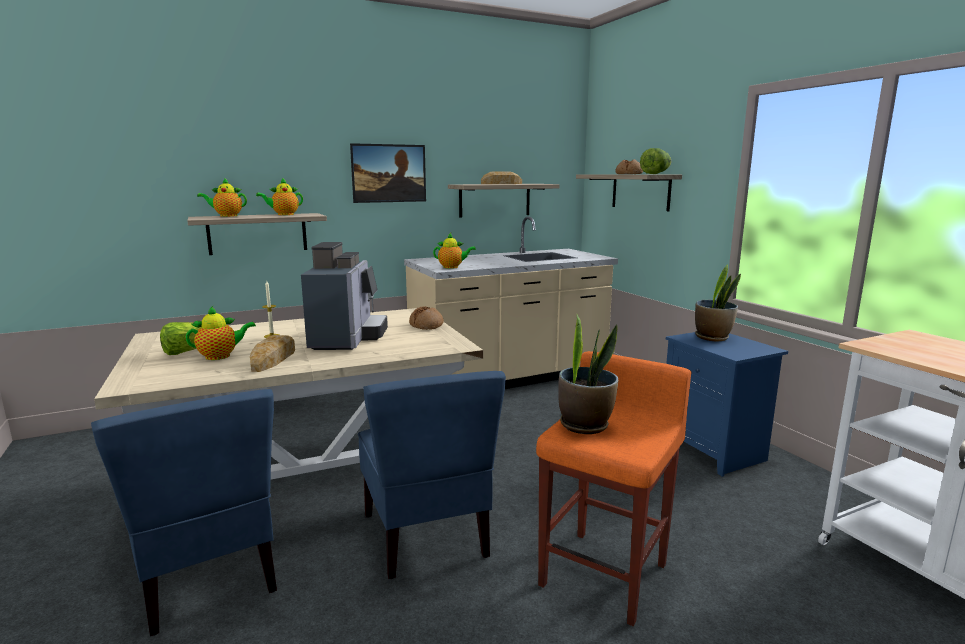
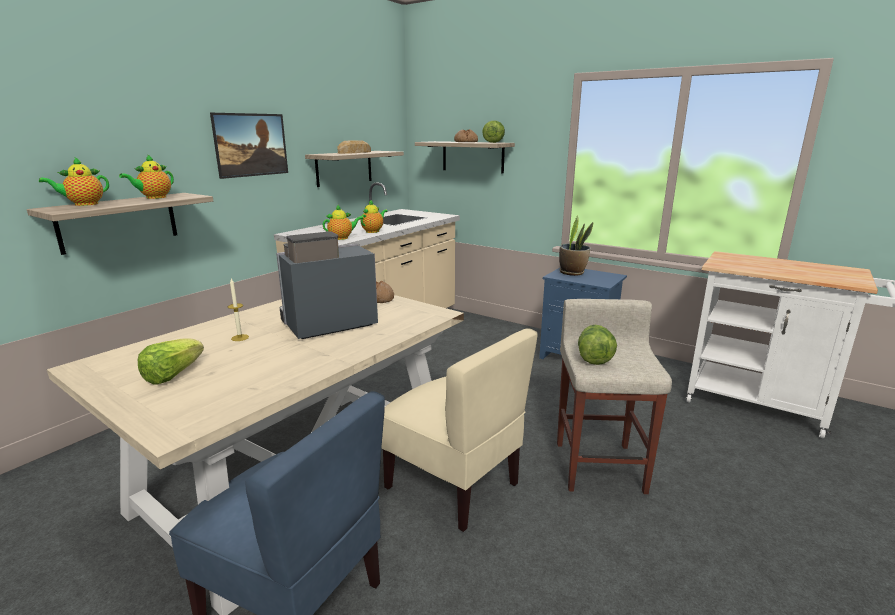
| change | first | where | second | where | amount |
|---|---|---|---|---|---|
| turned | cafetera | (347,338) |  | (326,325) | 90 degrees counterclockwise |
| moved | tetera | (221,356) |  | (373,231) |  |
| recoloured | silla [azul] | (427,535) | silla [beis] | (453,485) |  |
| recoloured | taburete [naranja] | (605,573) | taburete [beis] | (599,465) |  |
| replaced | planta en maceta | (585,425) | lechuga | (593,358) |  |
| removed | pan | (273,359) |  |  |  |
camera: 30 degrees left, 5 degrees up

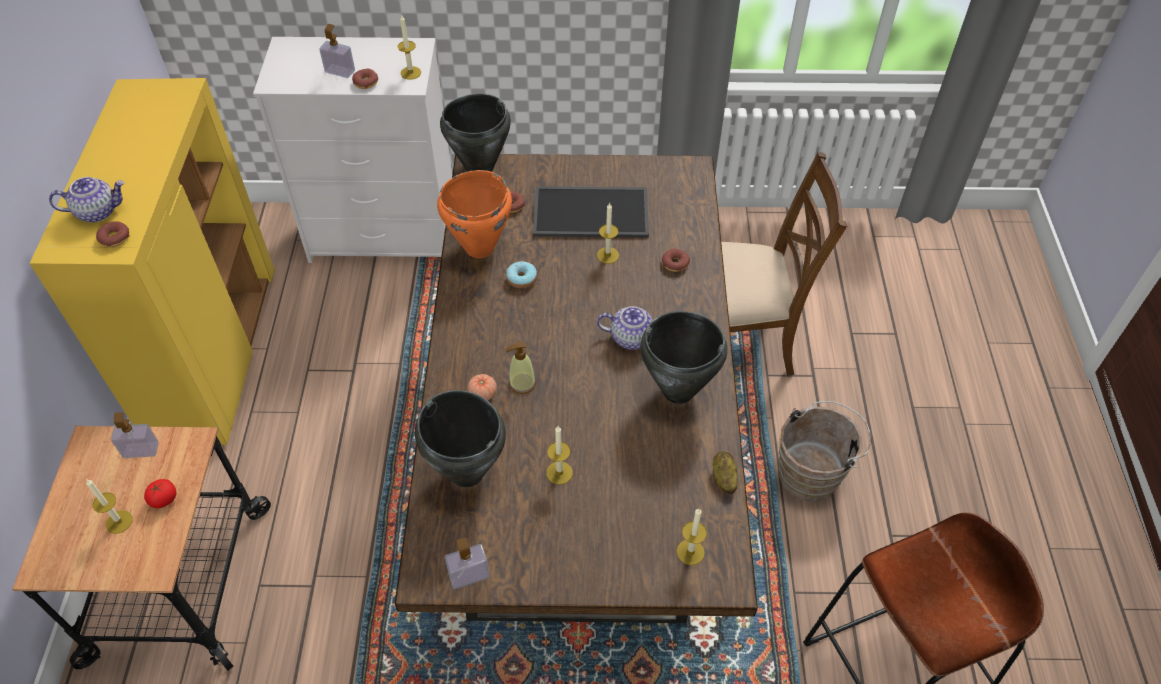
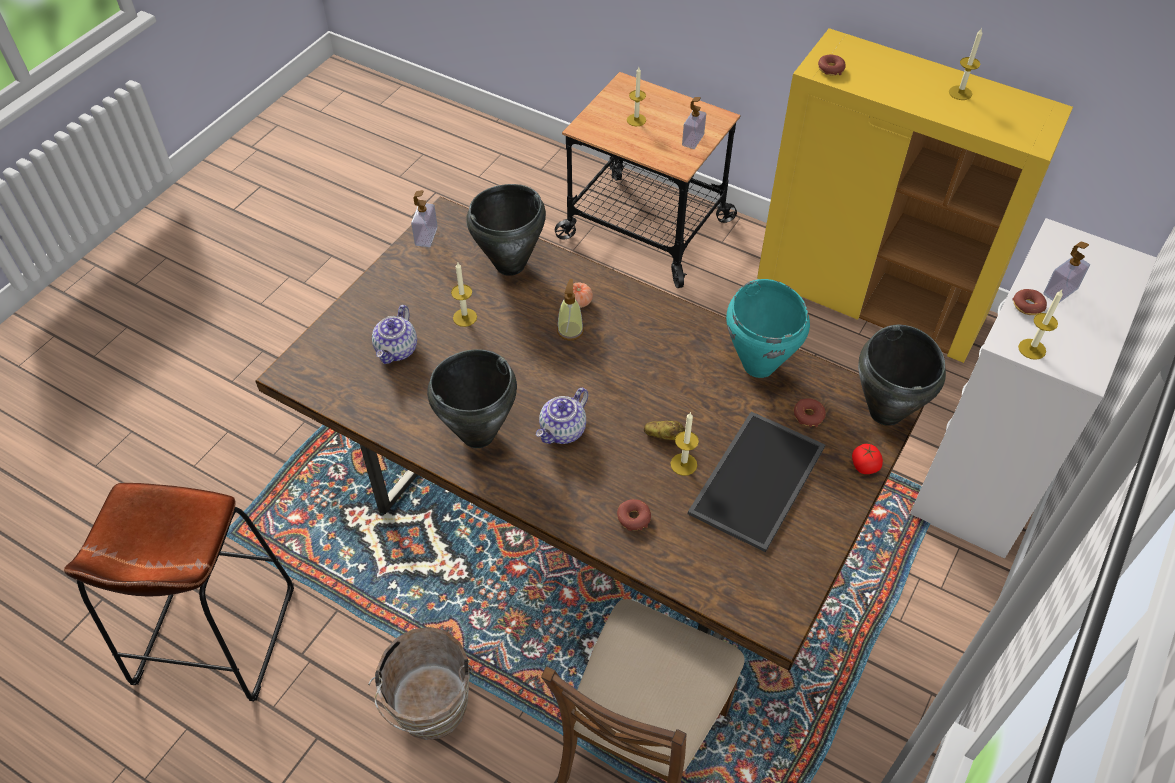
| change | first | where | second | where | amount |
|---|---|---|---|---|---|
| moved | tetera | (98,211) |  | (397,350) |  |
| moved | patata | (723,478) |  | (664,436) |  |
| recoloured | olla [naranja] | (478,248) | olla [turquesa] | (759,365) |  |
| moved | tomate | (164,499) |  | (864,466) |  |
| moved | vela | (690,552) |  | (960,93) |  |
| removed | rosquilla | (521,279) |  |  |  |
camera: 120 degrees right, 0 degrees up

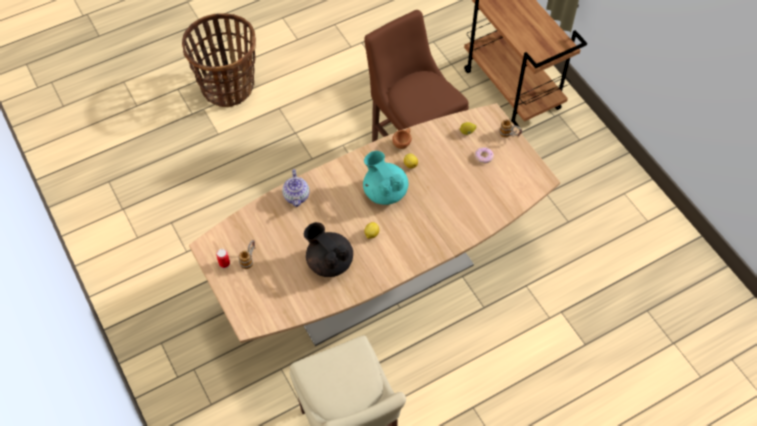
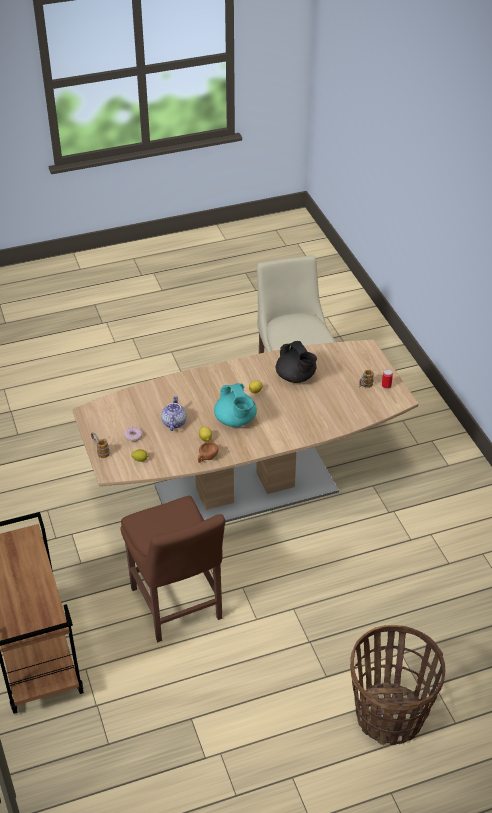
| change | first | where | second | where | amount |
|---|---|---|---|---|---|
| moved | tetera | (297,196) |  | (173,422) |  |
camera: 170 degrees left, 15 degrees down

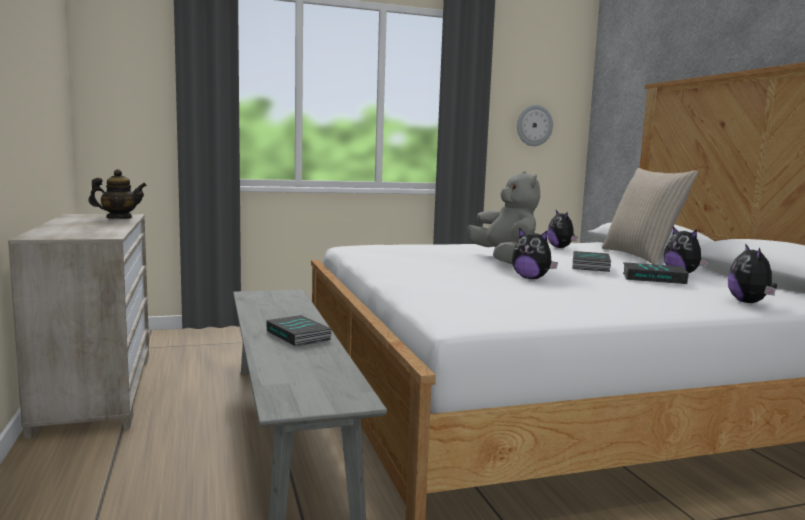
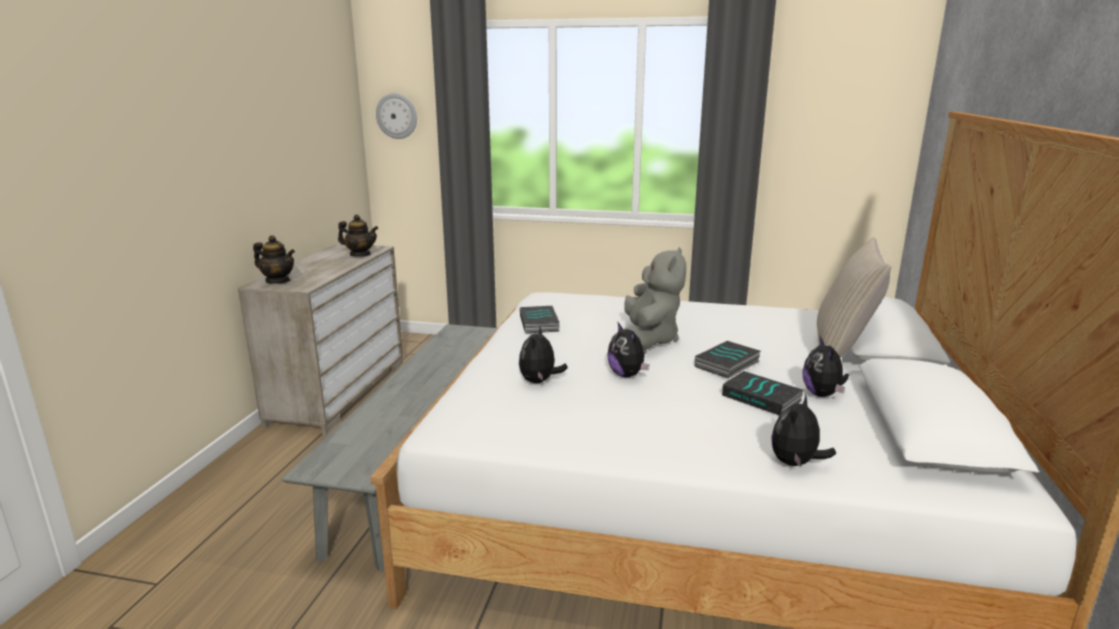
| change | first | where | second | where | amount |
|---|---|---|---|---|---|
| added |  |  | tetera | (278,281) |  |
| moved | reloj de pared | (534,125) |  | (397,116) |  |
| moved | peluche | (561,248) |  | (539,381) |  |
| moved | libro | (299,335) |  | (540,324) |  |
camera: 30 degrees right, 10 degrees up

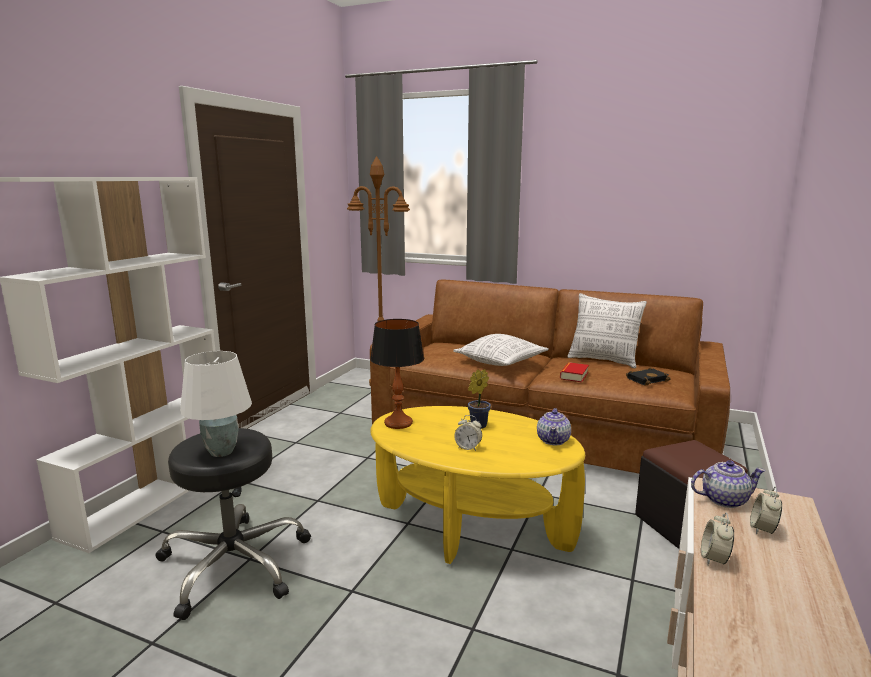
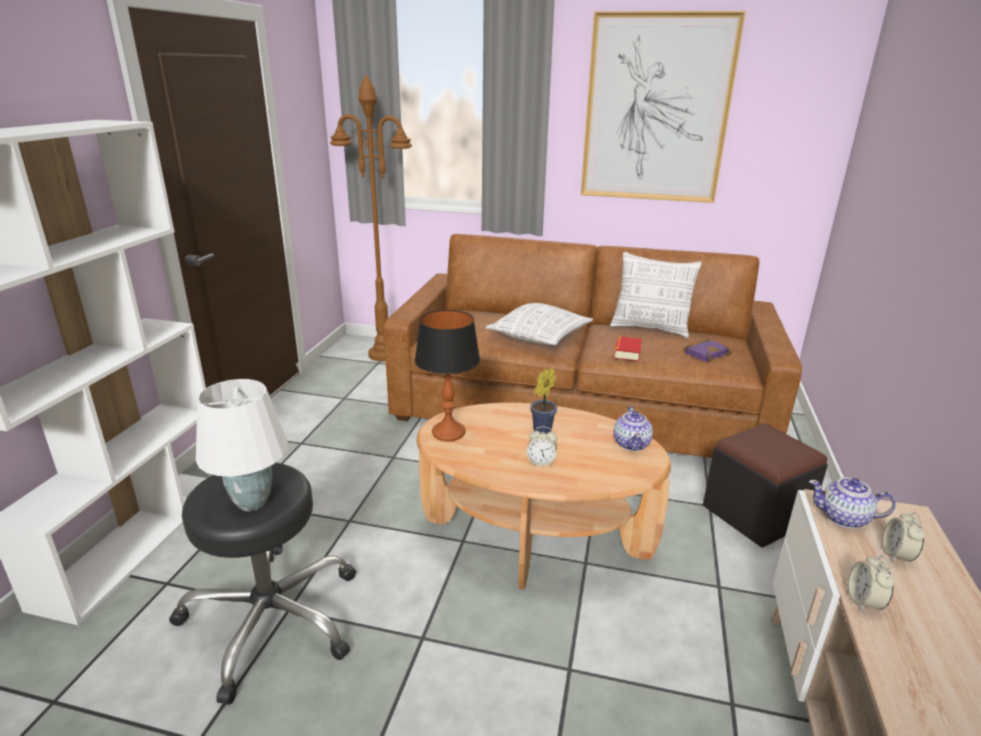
| change | first | where | second | where | amount |
|---|---|---|---|---|---|
| recoloured | mesa de centro [amarillo] | (471,527) | mesa de centro [marrón] | (535,539) |  |
| added |  |  | cuadro | (656,110) |  |
| recoloured | libro [negro] | (647,379) | libro [morado] | (706,353) |  |
| turned | tetera | (723,499) |  | (844,518) | 150 degrees counterclockwise |
camera: 10 degrees left, 10 degrees up

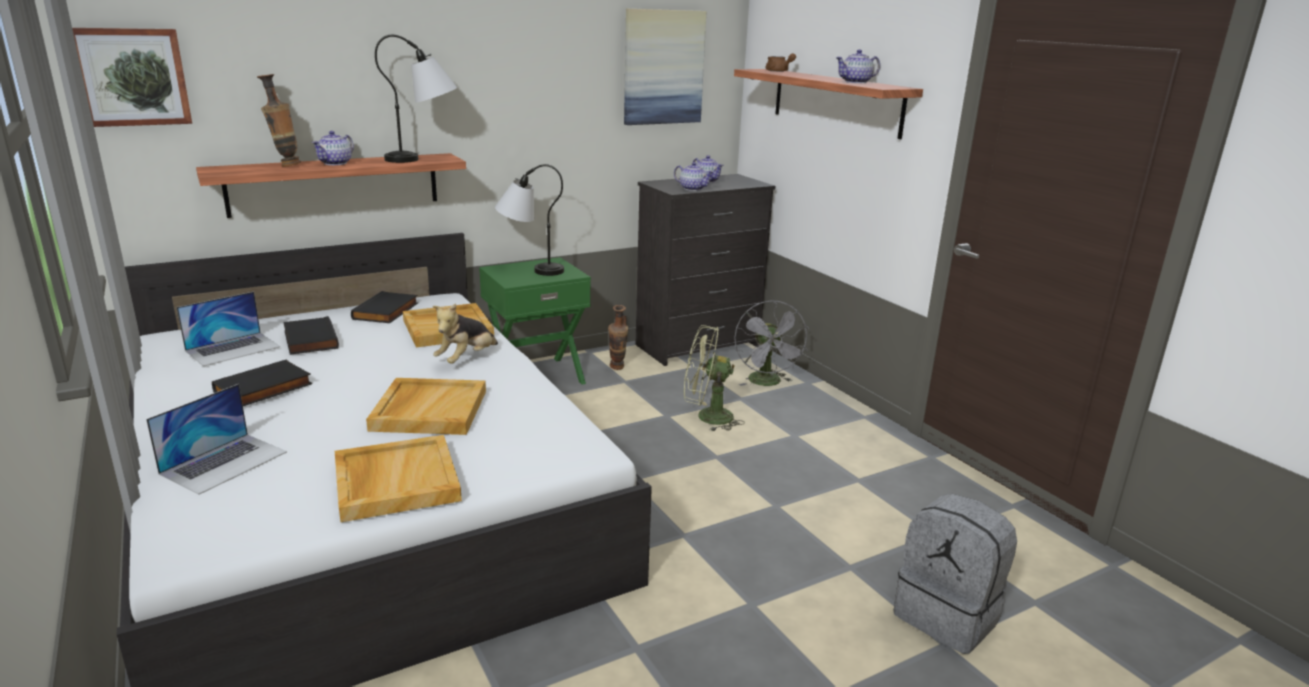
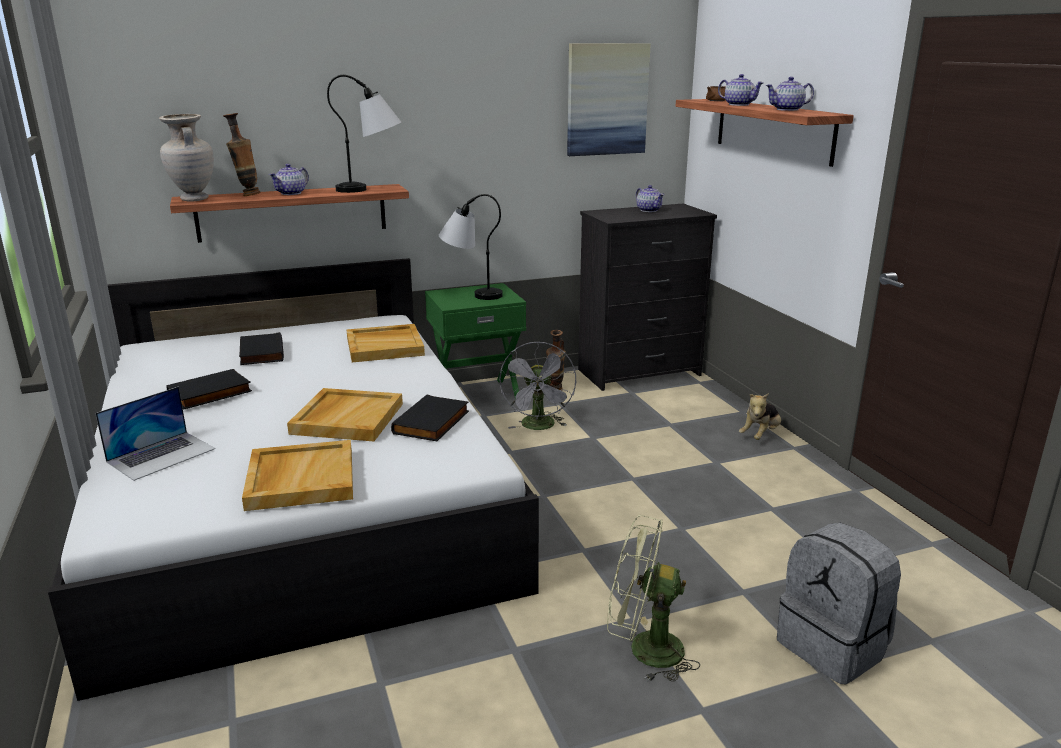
| change | first | where | second | where | amount |
|---|---|---|---|---|---|
| added |  |  | florero [beis] | (193,199) |  |
| moved | libro [negro] | (387,311) |  | (433,423) |  |
| moved | ventilador [gris] | (767,383) |  | (539,427) |  |
| moved | ventilador [verde] | (706,417) |  | (644,650) |  |
| moved | tetera | (692,188) |  | (738,104) |  |
| moved | peluche | (466,359) |  | (760,435) |  |
| removed | cuadro | (131,77) |  |  |  |
| removed | portátil | (233,348) |  |  |  |
camera: 10 degrees right, 0 degrees up

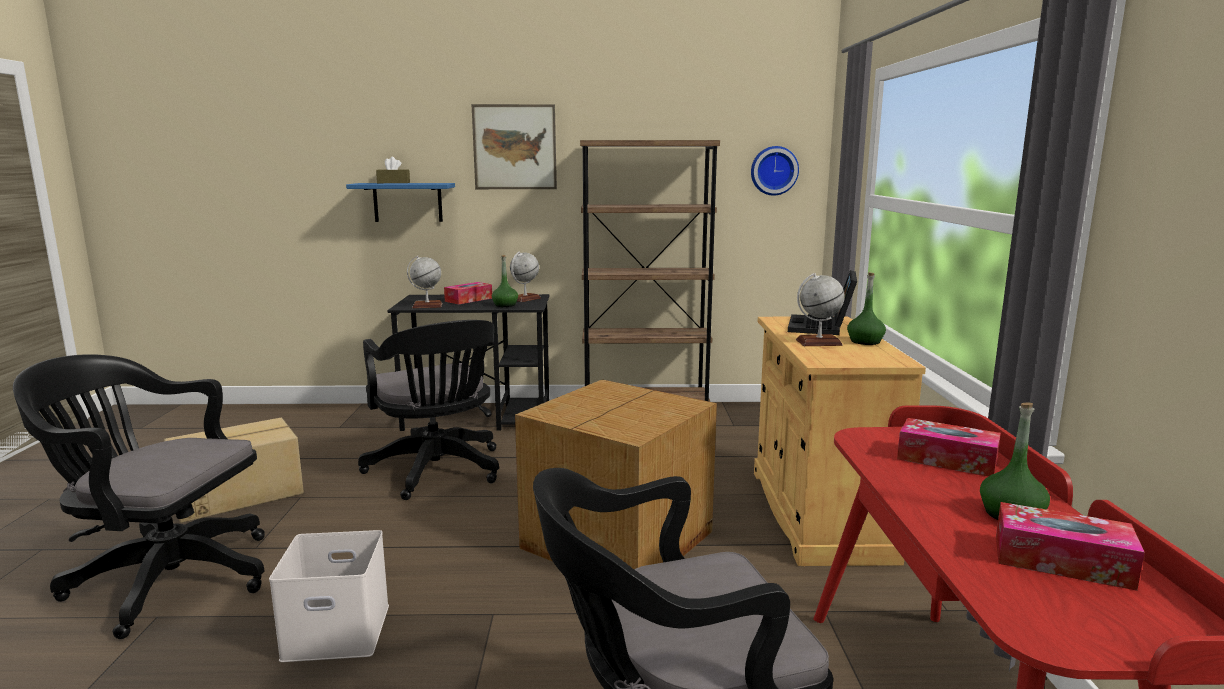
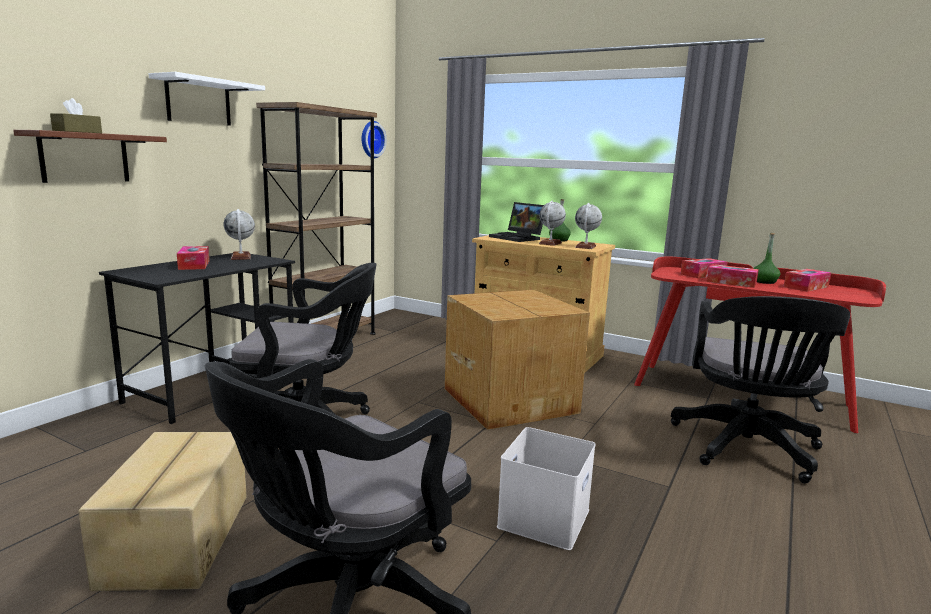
| change | first | where | second | where | amount |
|---|---|---|---|---|---|
| recoloured | estante [azul] | (407,202) | estante [marrón] | (85,157) |  |
| replaced | cuadro | (514,147) | estante [blanco] | (198,102) |  |
| moved | globo terráqueo | (427,306) |  | (585,247) |  |
| added |  |  | caja de pañuelos | (731,282) |  |
| removed | botella [verde] | (505,305) |  |  |  |
camera: 60 degrees left, 0 degrees up

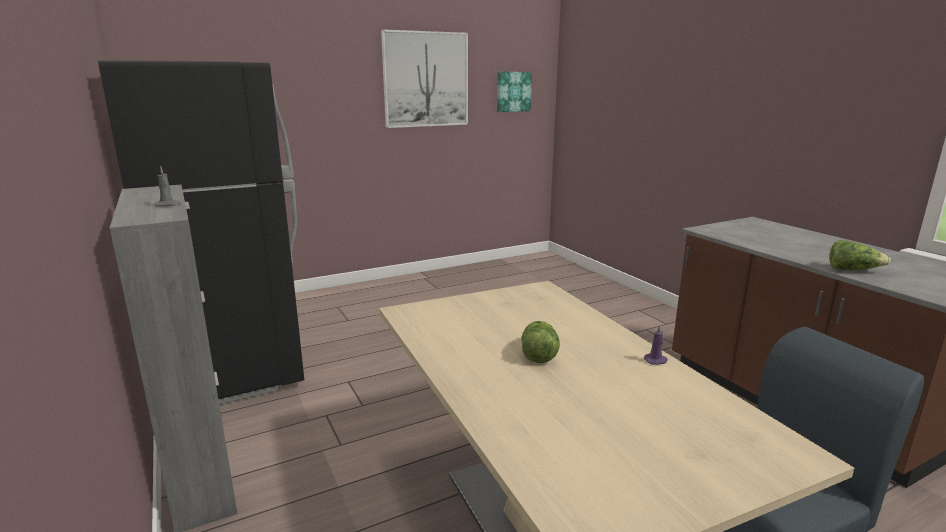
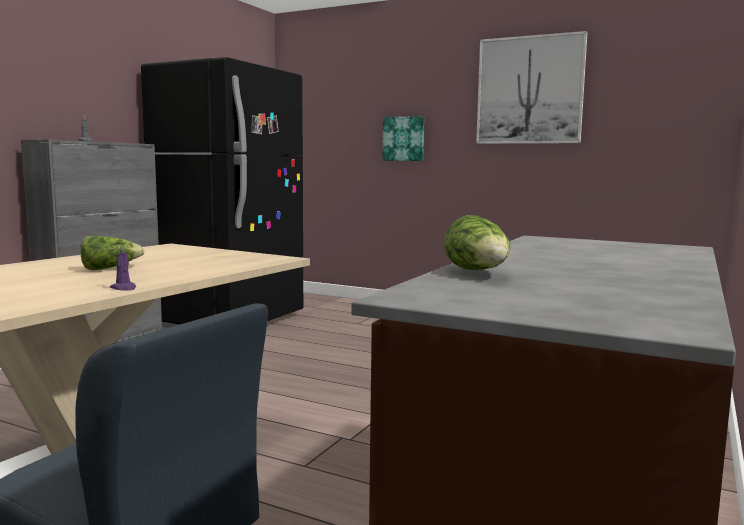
| change | first | where | second | where | amount |
|---|---|---|---|---|---|
| moved | cuadro | (513,91) |  | (404,139) |  |
camera: 55 degrees right, 10 degrees down

